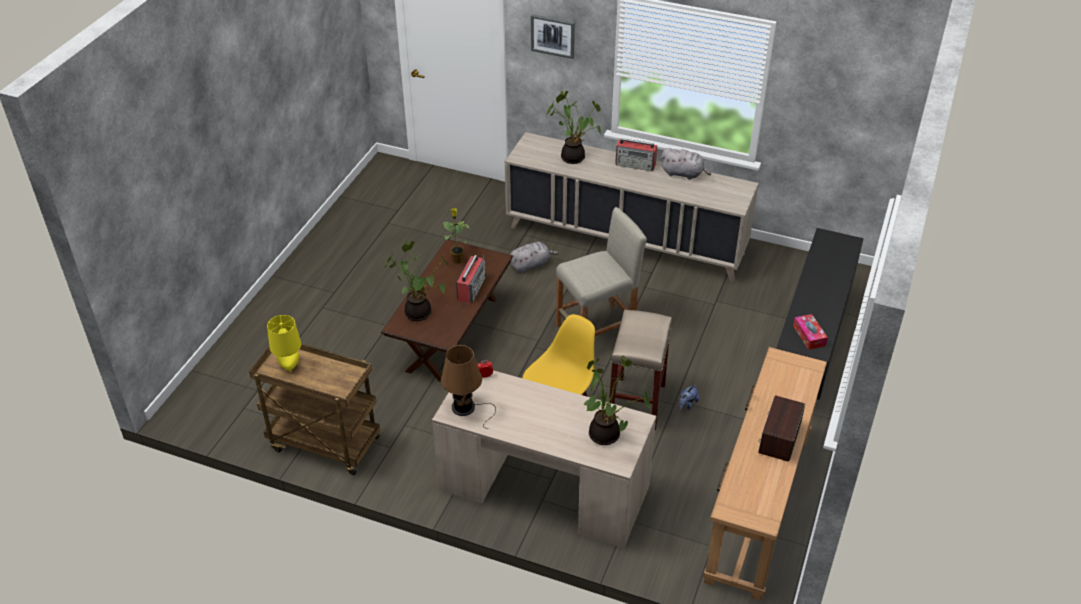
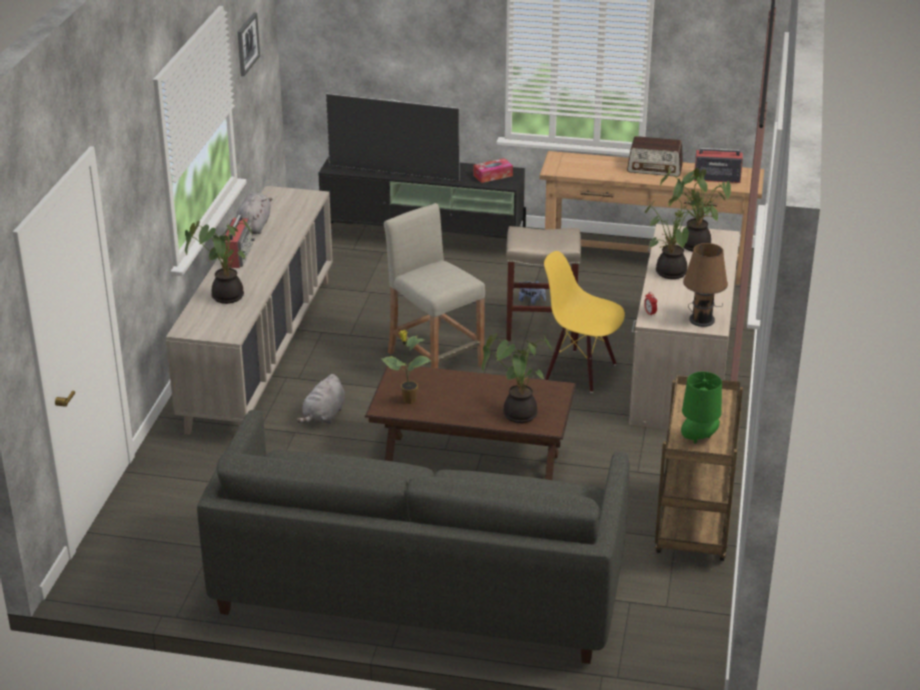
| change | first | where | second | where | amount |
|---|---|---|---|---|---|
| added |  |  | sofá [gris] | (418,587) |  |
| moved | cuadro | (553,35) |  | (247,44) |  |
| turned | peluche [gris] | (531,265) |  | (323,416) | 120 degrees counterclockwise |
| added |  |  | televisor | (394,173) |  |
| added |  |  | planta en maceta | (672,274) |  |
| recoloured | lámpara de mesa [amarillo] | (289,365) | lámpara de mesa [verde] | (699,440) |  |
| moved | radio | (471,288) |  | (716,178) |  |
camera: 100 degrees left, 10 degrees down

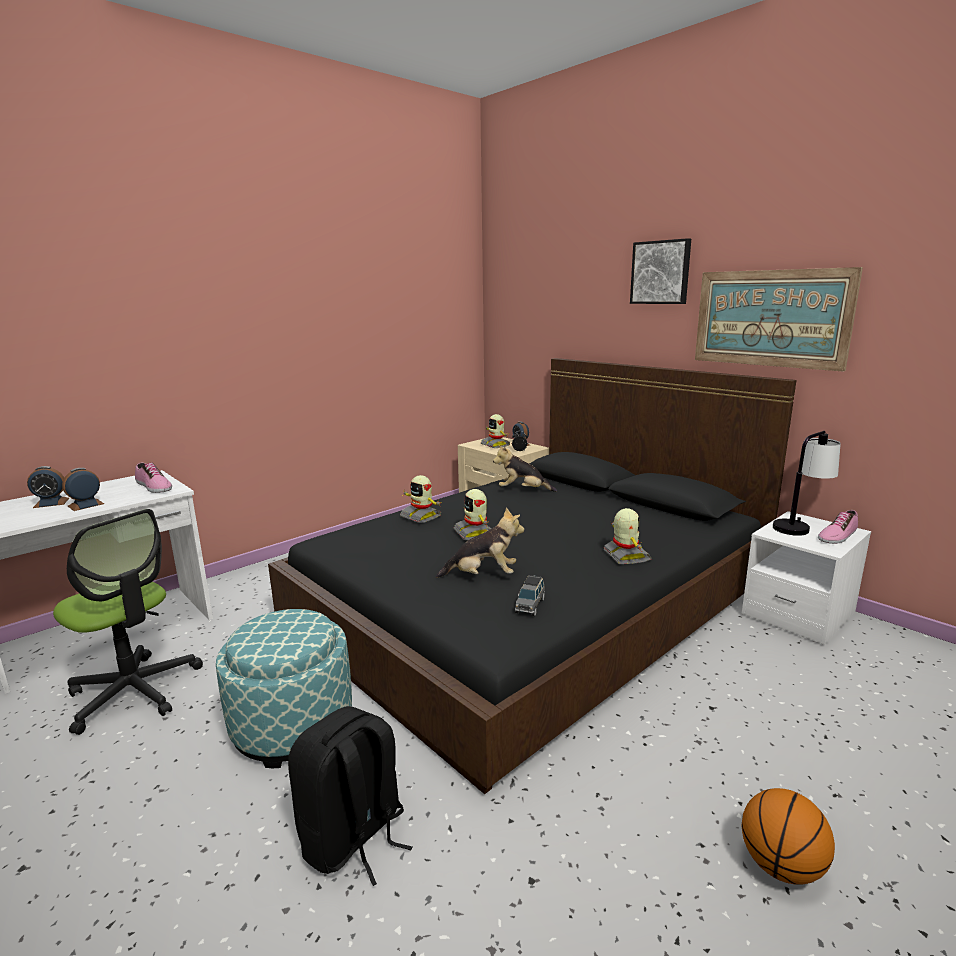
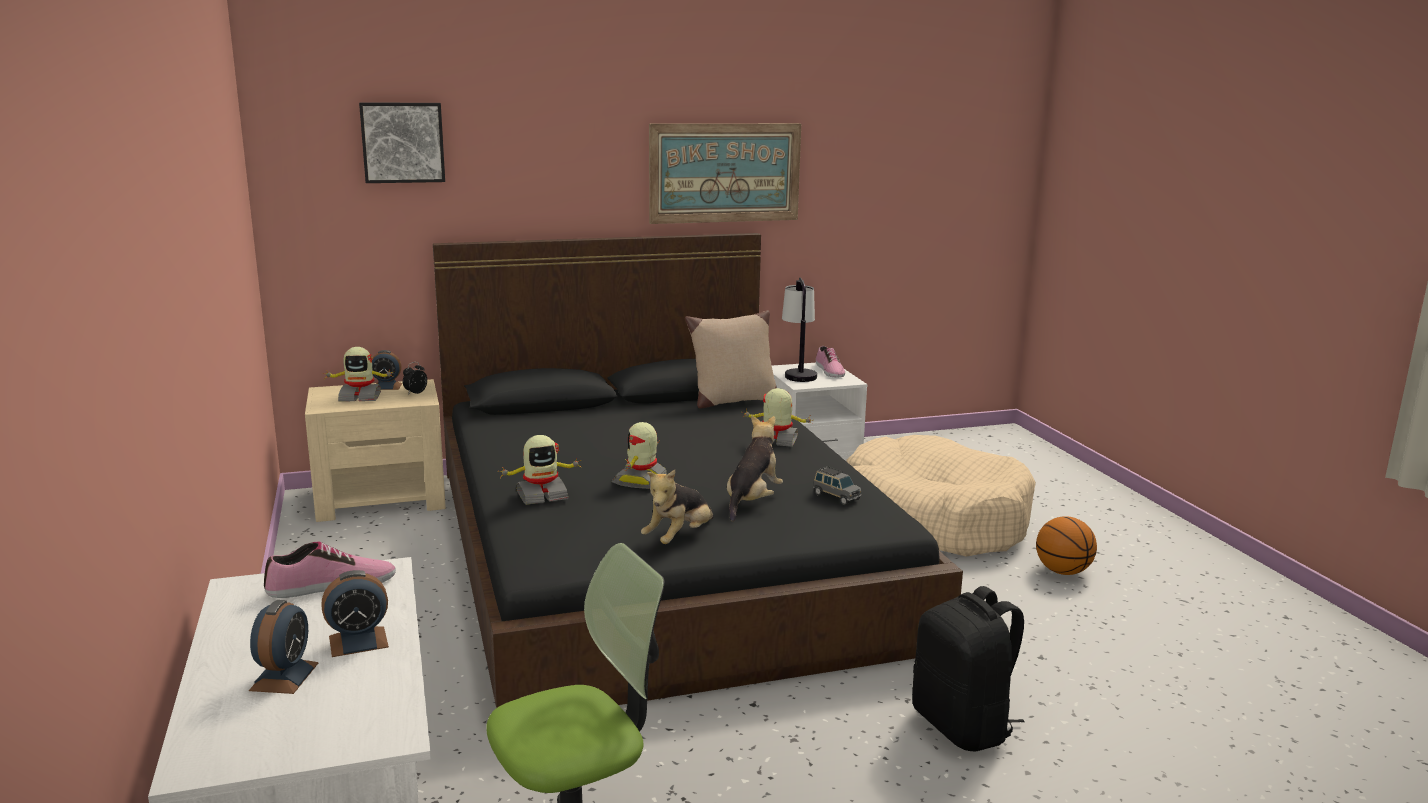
| change | first | where | second | where | amount |
|---|---|---|---|---|---|
| turned | despertador | (86,505) |  | (358,641) | 90 degrees counterclockwise |
| moved | cuadro | (661,272) |  | (402,142) |  |
| turned | robot de juguete | (475,533) |  | (641,480) | 105 degrees clockwise |
| moved | peluche | (523,491) |  | (679,538) |  |
| added |  |  | cojín [beis] | (732,401) |  |
| added |  |  | cama para perro [beis] | (932,519) |  |
| removed | puf | (293,725) |  |  |  |
camera: 65 degrees left, 0 degrees up

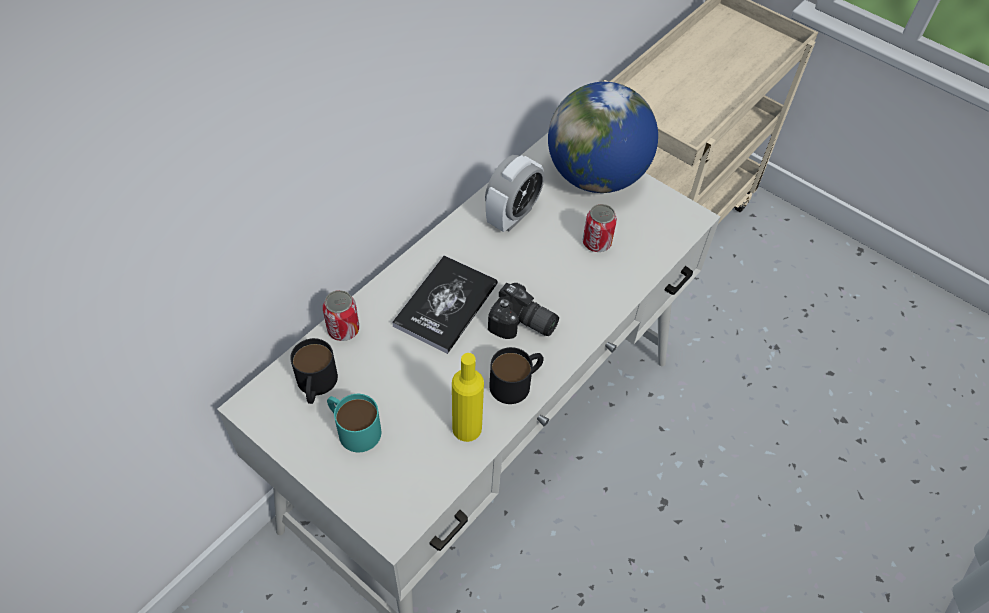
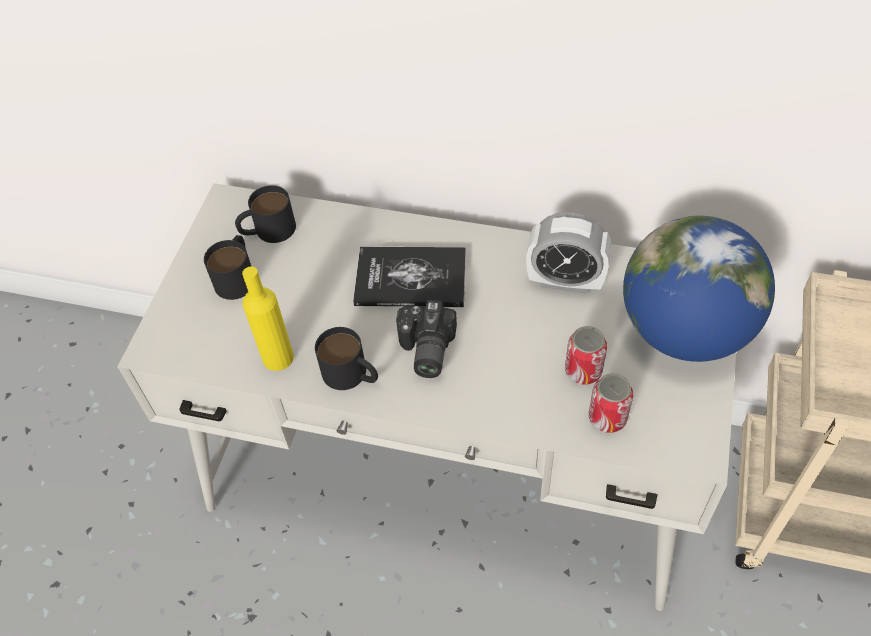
| change | first | where | second | where | amount |
|---|---|---|---|---|---|
| recoloured | taza grande [turquesa] | (353,428) | taza grande [negro] | (237,276) |  |
| moved | lata | (343,329) |  | (607,417) |  |
camera: 70 degrees right, 0 degrees up

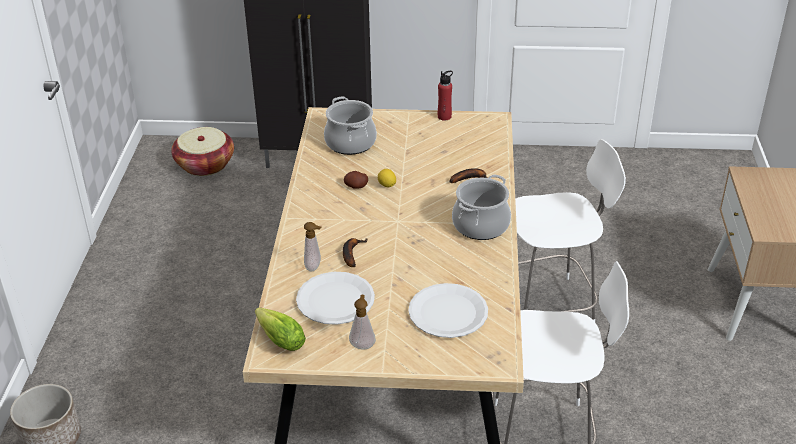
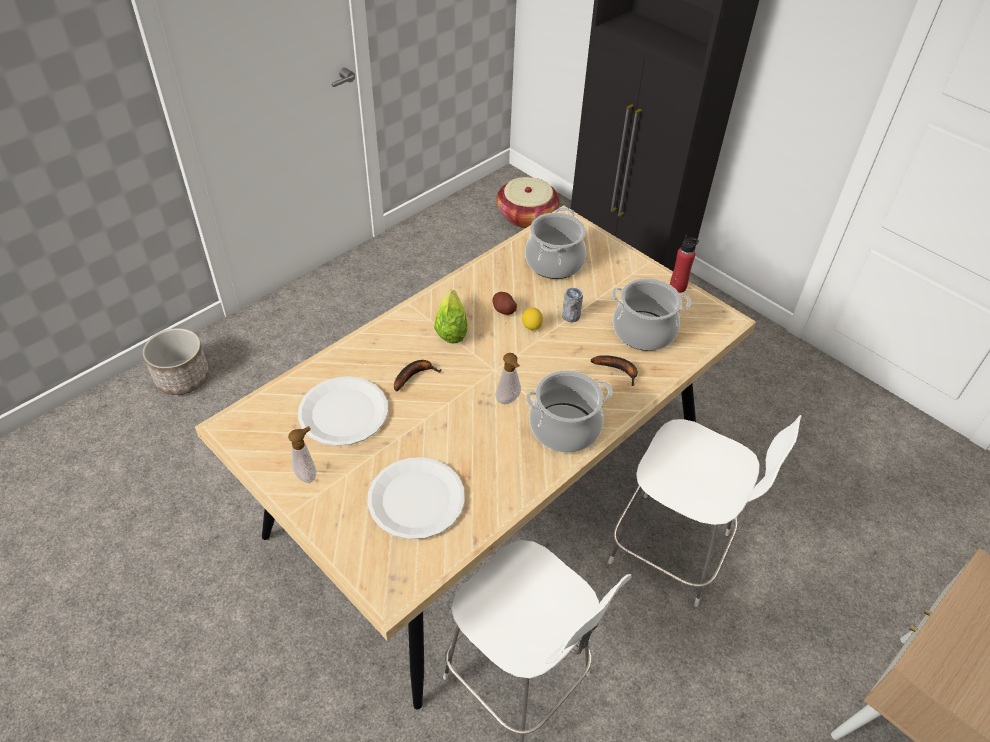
| change | first | where | second | where | amount |
|---|---|---|---|---|---|
| moved | lechuga | (279,338) |  | (451,326) |  |
| moved | dispensador de jabón | (314,267) |  | (509,400) |  |
| added |  |  | lata | (570,316) |  |
| added |  |  | olla | (644,331) |  |
camera: 40 degrees right, 10 degrees up

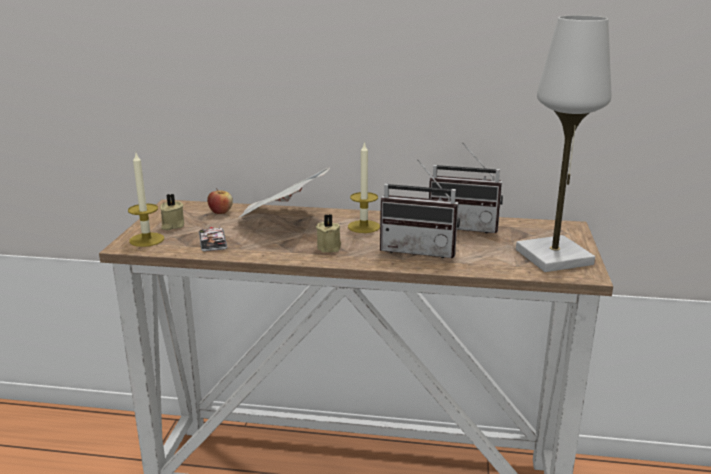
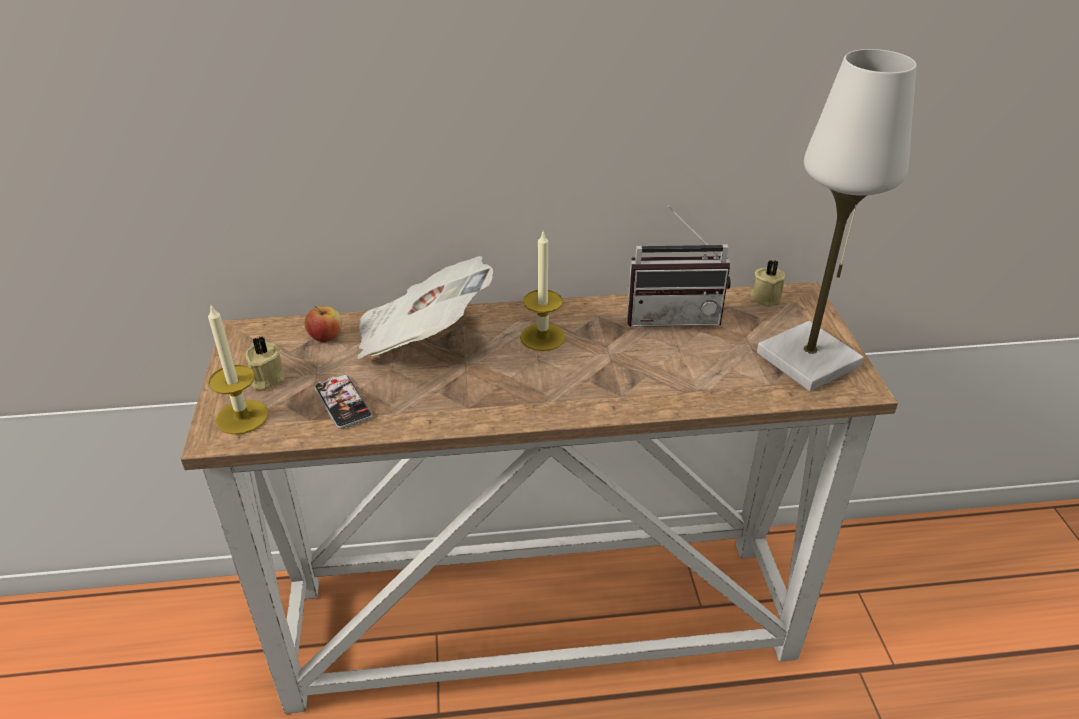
| change | first | where | second | where | amount |
|---|---|---|---|---|---|
| moved | vela [beis] | (330,247) |  | (767,297) |  |
| removed | radio | (419,249) |  |  |  |
camera: 15 degrees left, 15 degrees up

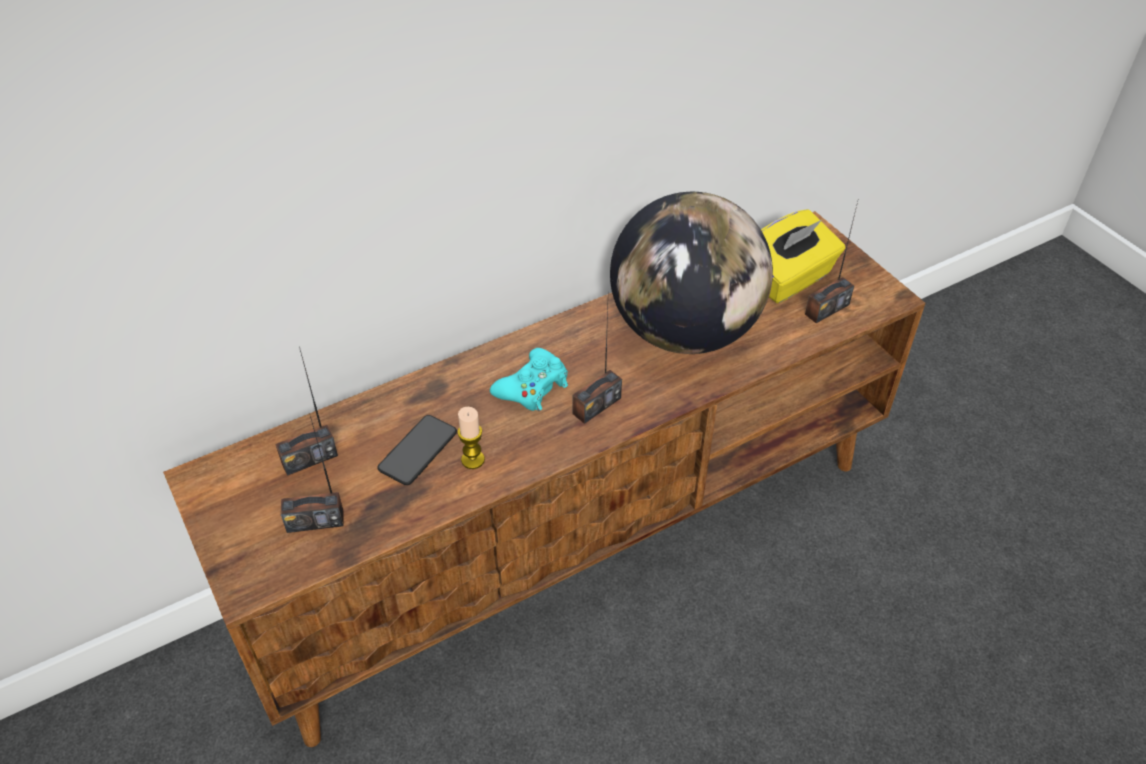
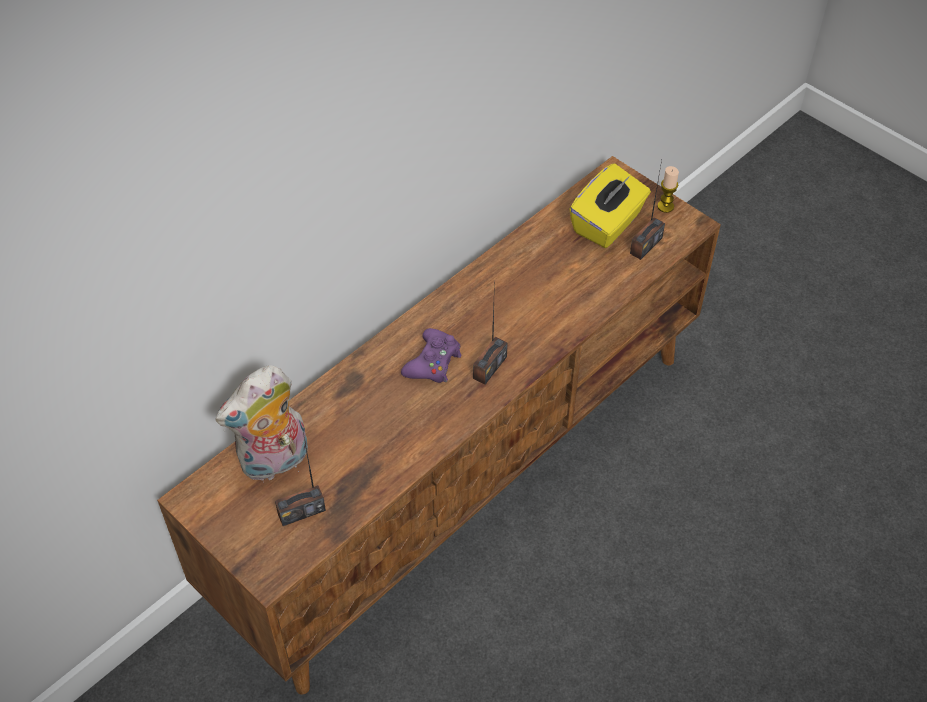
| change | first | where | second | where | amount |
|---|---|---|---|---|---|
| replaced | radio | (309,459) | peluche | (275,462) |  |
| recoloured | mando de consola [turquesa] | (532,387) | mando de consola [morado] | (433,362) |  |
| moved | vela | (473,460) |  | (665,206) |  |
| removed | móvil | (418,451) |  |  |  |
| removed | globo terráqueo | (684,331) |  |  |  |
camera: 15 degrees left, 5 degrees up

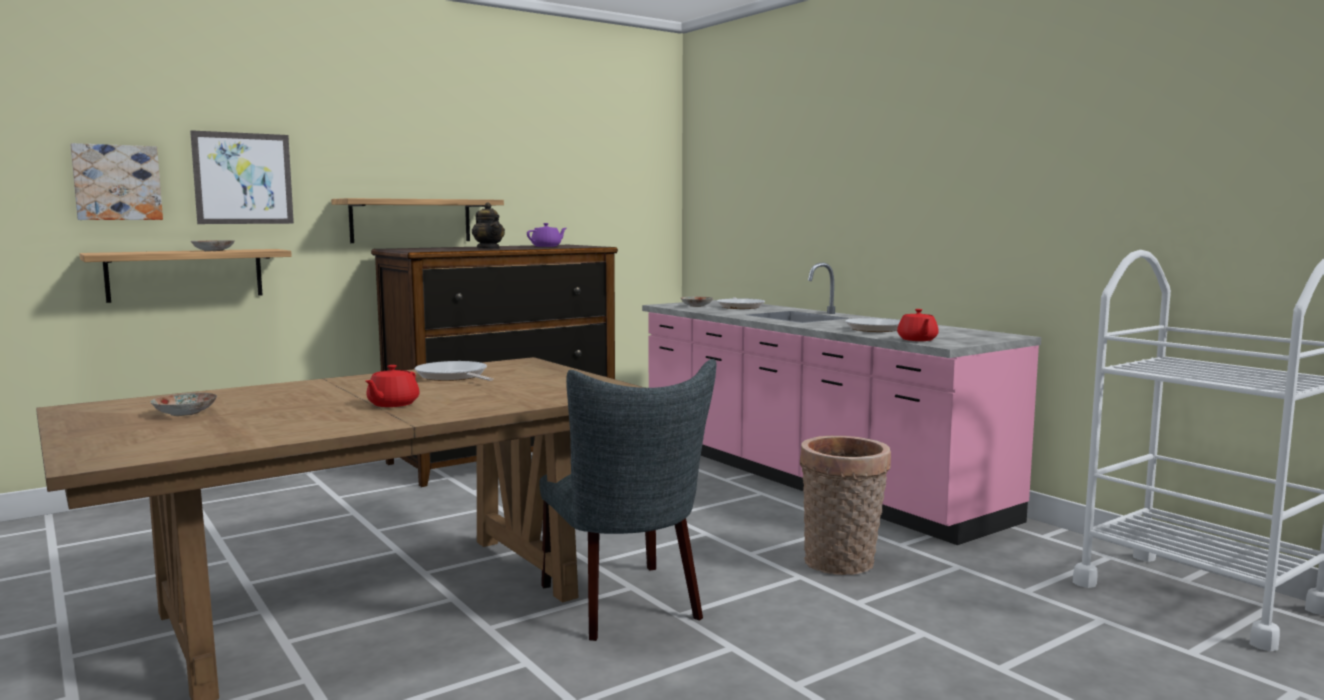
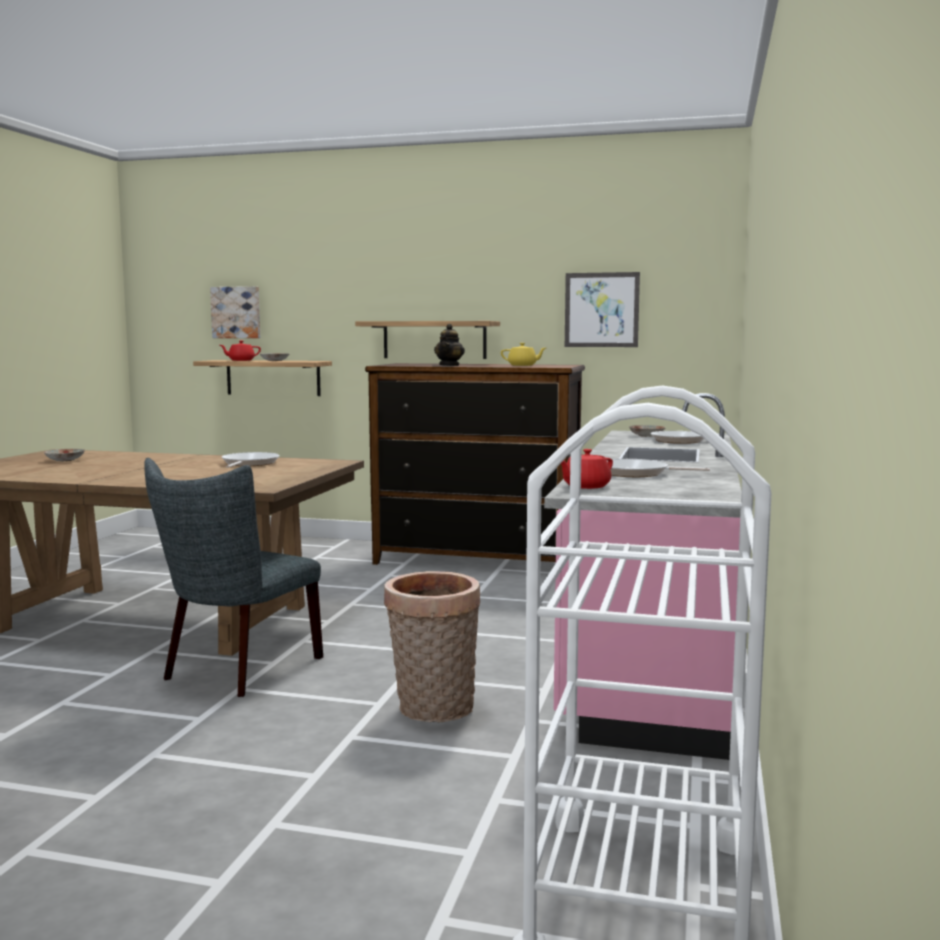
| change | first | where | second | where | amount |
|---|---|---|---|---|---|
| moved | tetera [rojo] | (392,404) |  | (241,360) |  |
| recoloured | tetera [morado] | (547,246) | tetera [amarillo] | (523,365) |  |
| moved | cuadro | (243,178) |  | (601,310) |  |
camera: 50 degrees right, 0 degrees up

